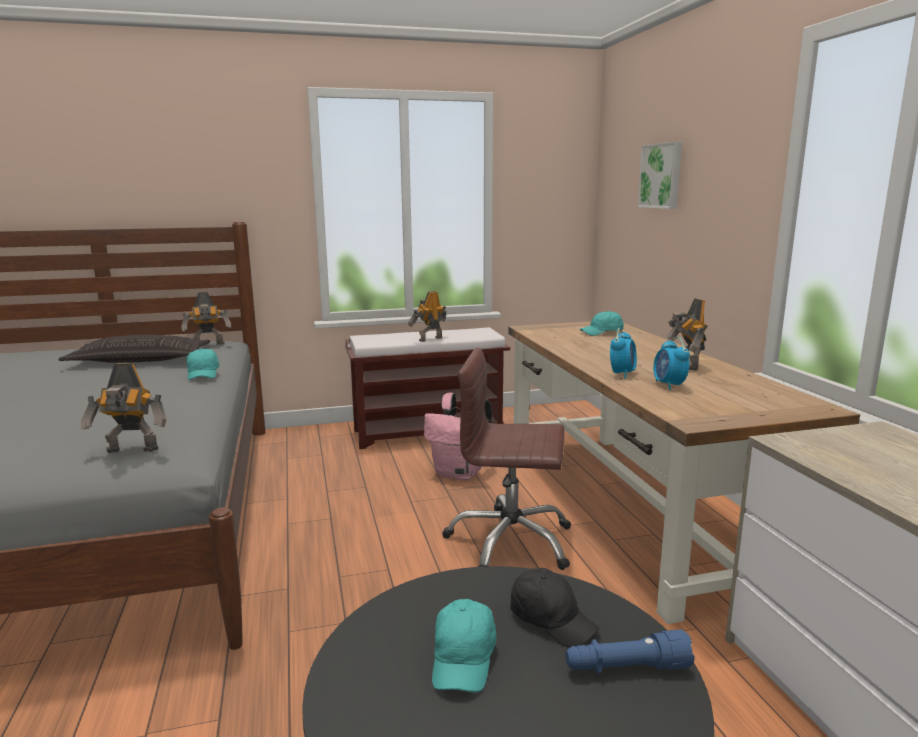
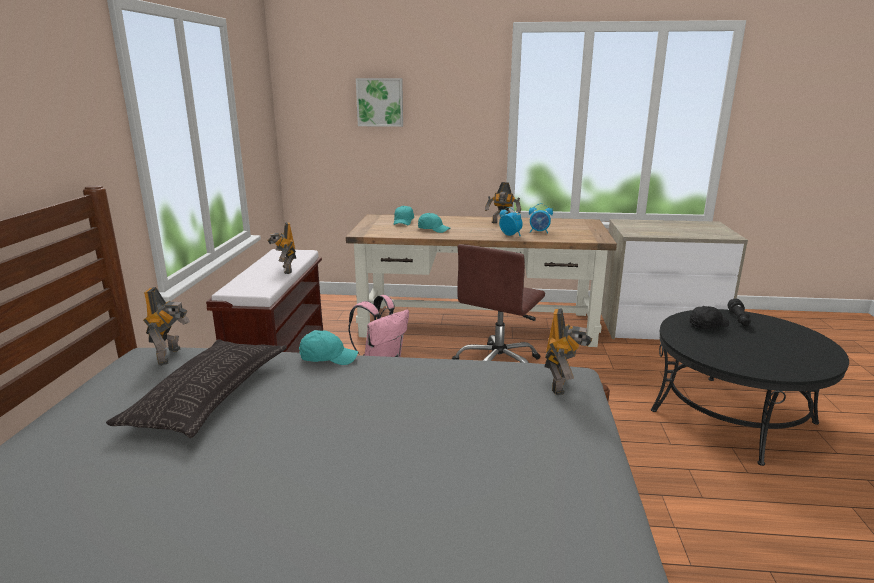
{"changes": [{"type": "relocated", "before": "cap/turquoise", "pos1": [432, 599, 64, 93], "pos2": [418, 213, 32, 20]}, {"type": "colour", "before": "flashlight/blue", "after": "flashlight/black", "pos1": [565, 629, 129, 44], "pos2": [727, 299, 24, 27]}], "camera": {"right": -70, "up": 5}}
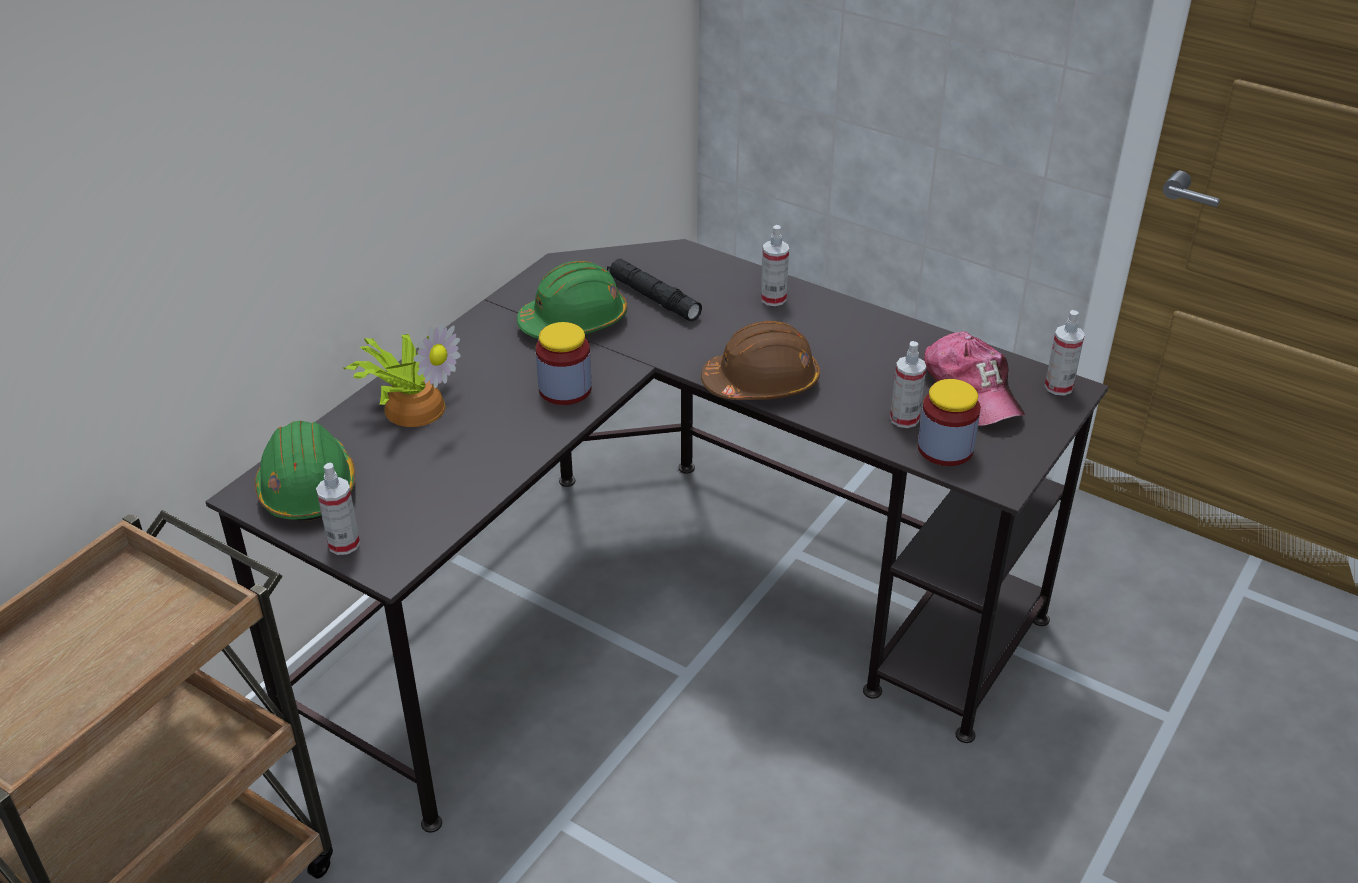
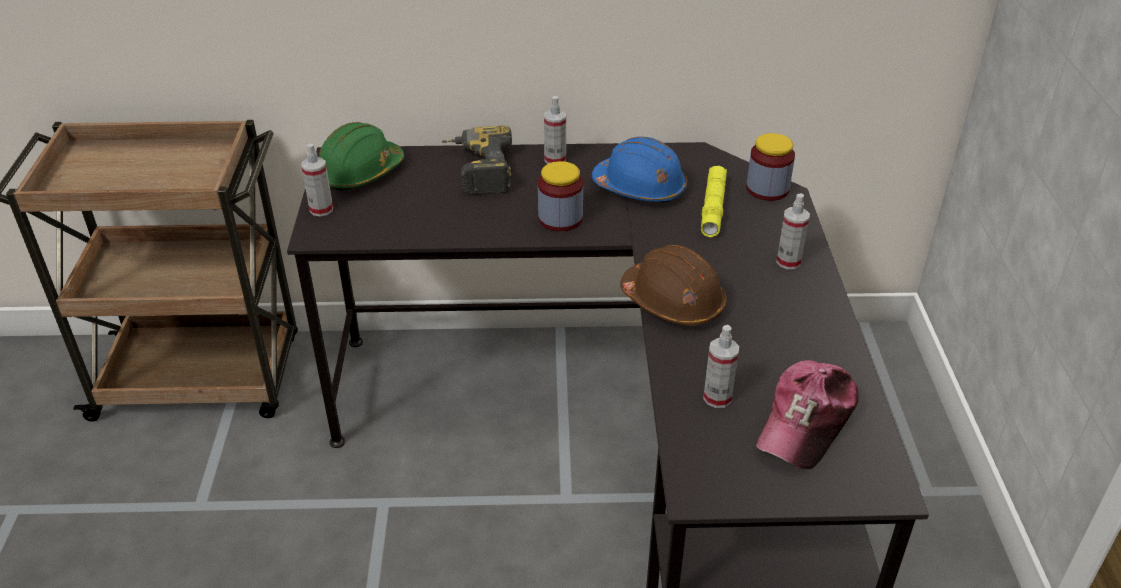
{"changes": [{"type": "exchanged", "before": "potted plant", "after": "power drill", "pos1": [343, 322, 117, 105], "pos2": [441, 126, 71, 69]}, {"type": "relocated", "before": "spray bottle", "pos1": [1045, 310, 40, 86], "pos2": [544, 96, 22, 68]}, {"type": "colour", "before": "hard hat/green", "after": "hard hat/blue", "pos1": [517, 261, 110, 78], "pos2": [592, 137, 95, 66]}, {"type": "colour", "before": "flashlight/black", "after": "flashlight/yellow", "pos1": [607, 259, 95, 62], "pos2": [701, 166, 26, 71]}, {"type": "relocated", "before": "jar", "pos1": [918, 379, 63, 87], "pos2": [746, 133, 49, 68]}], "camera": {"right": 55, "up": 0}}
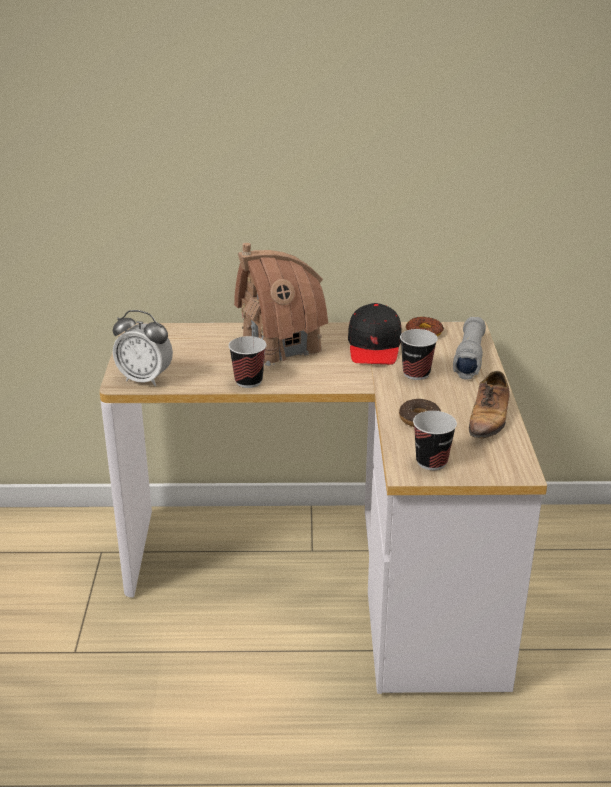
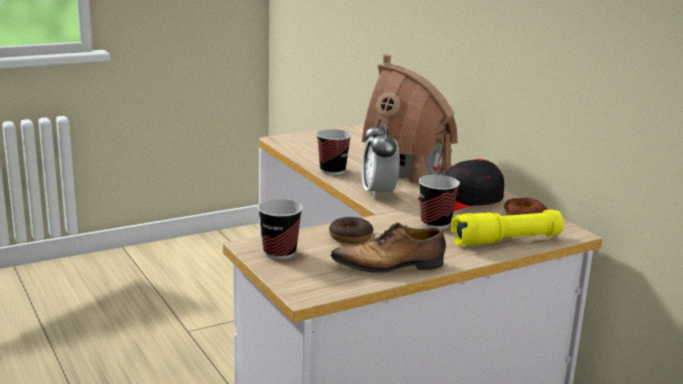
{"changes": [{"type": "relocated", "before": "alarm clock", "pos1": [113, 310, 60, 76], "pos2": [362, 119, 38, 80]}, {"type": "colour", "before": "flashlight/grey", "after": "flashlight/yellow", "pos1": [453, 316, 33, 63], "pos2": [451, 210, 113, 36]}], "camera": {"right": 60, "up": -10}}
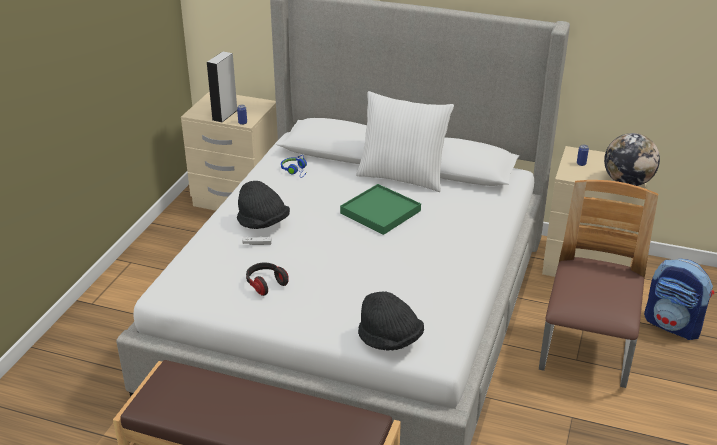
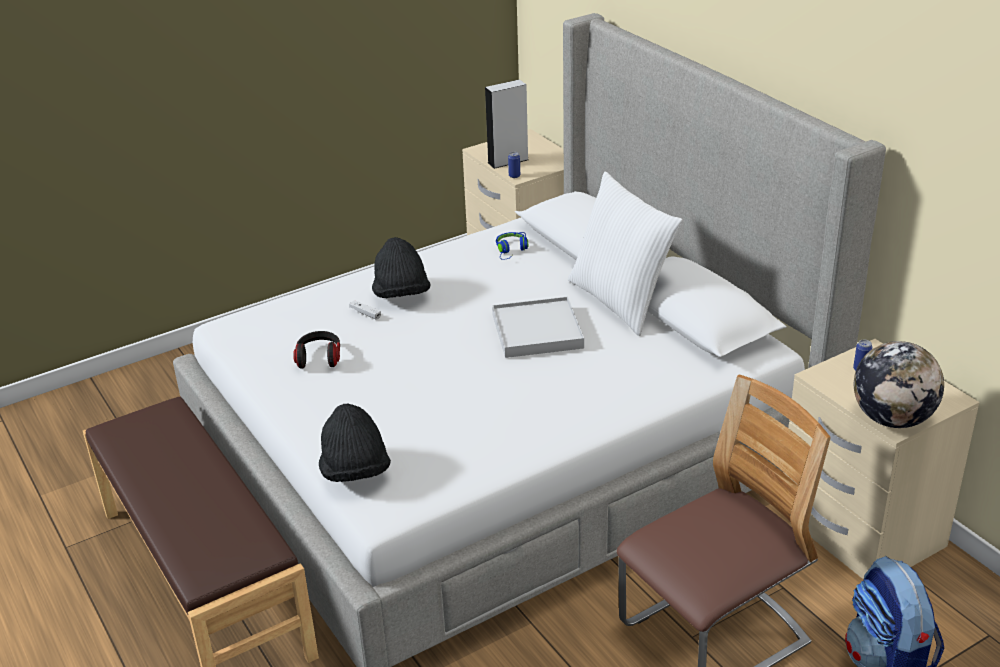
{"changes": [{"type": "colour", "before": "tray/green", "after": "tray/white", "pos1": [340, 184, 81, 51], "pos2": [492, 296, 92, 62]}], "camera": {"right": 40, "up": 0}}
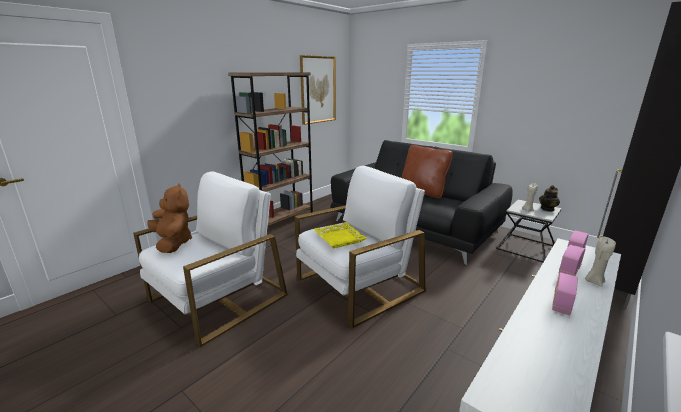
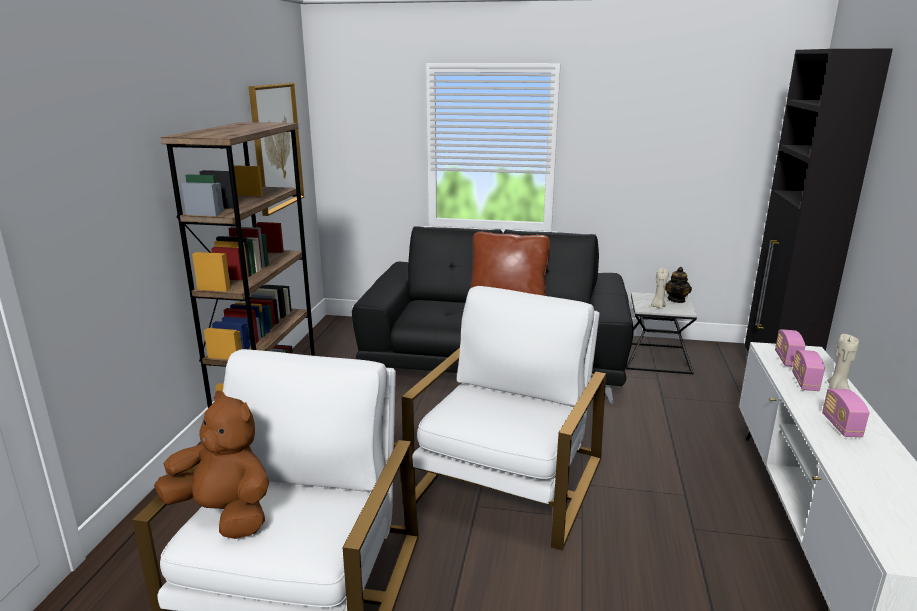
{"changes": [{"type": "missing", "before": "tray/yellow", "pos1": [314, 222, 52, 27]}], "camera": {"right": -30, "up": 0}}
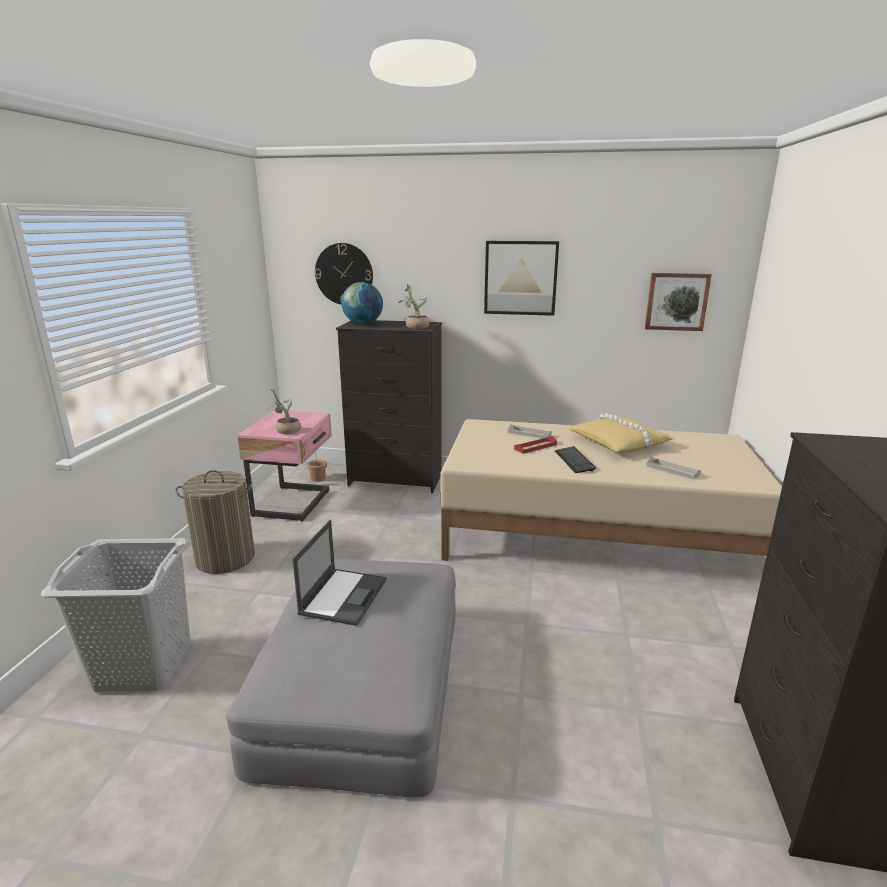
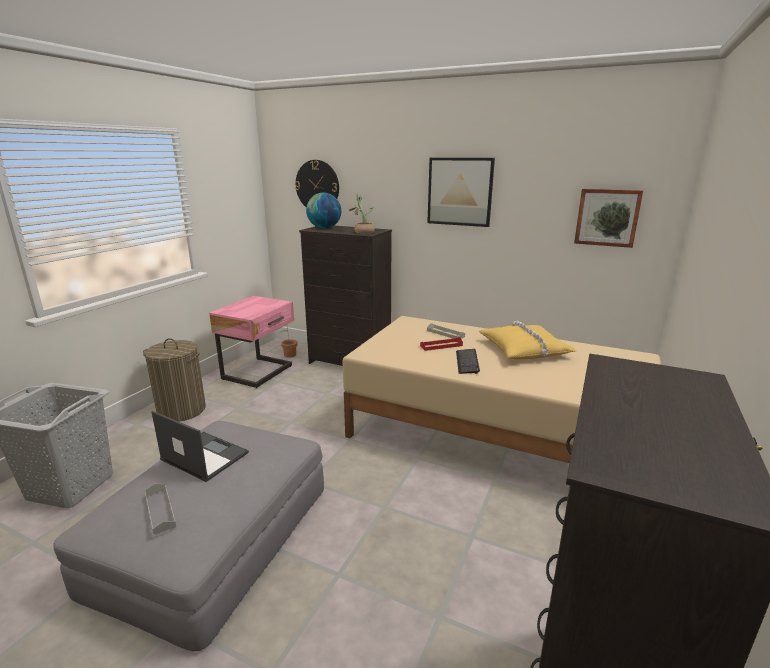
{"changes": [{"type": "relocated", "before": "tray/grey", "pos1": [647, 457, 54, 23], "pos2": [145, 484, 31, 51]}, {"type": "spun", "before": "laptop", "pos1": [292, 520, 94, 106], "pos2": [152, 411, 97, 71], "turn": -90}, {"type": "missing", "before": "potted plant", "pos1": [267, 389, 34, 45]}], "camera": {"right": 15, "up": 0}}
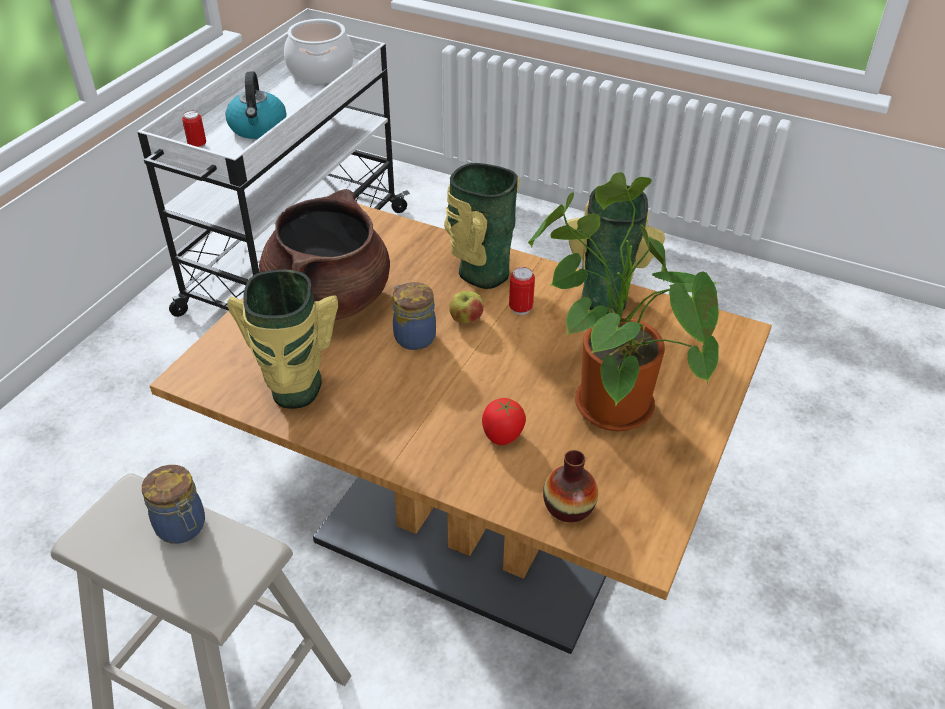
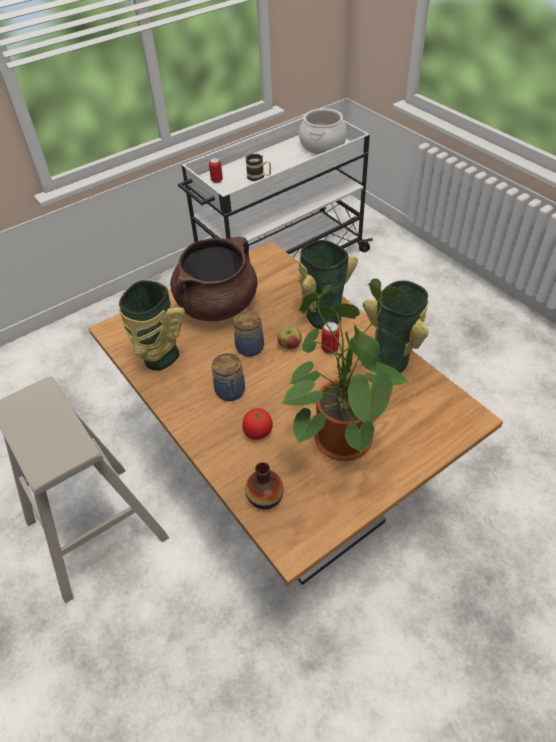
{"changes": [{"type": "relocated", "before": "jar", "pos1": [142, 465, 63, 79], "pos2": [212, 353, 33, 48]}, {"type": "exchanged", "before": "kettle", "after": "mug", "pos1": [225, 71, 61, 68], "pos2": [246, 154, 25, 27]}], "camera": {"right": 30, "up": 5}}
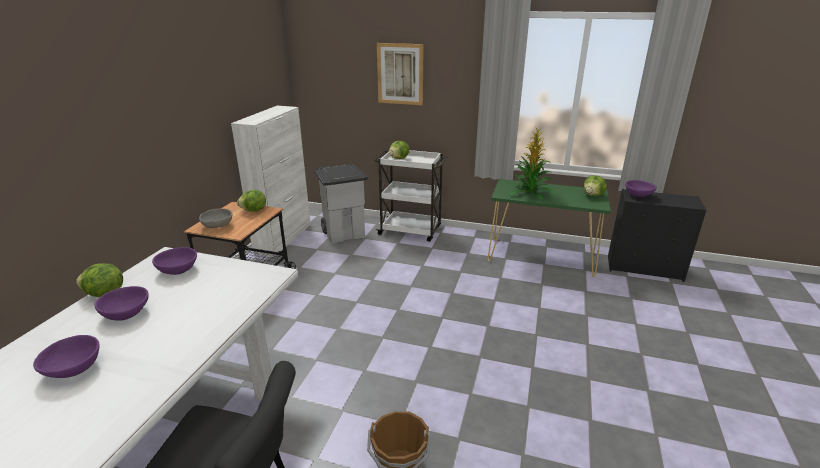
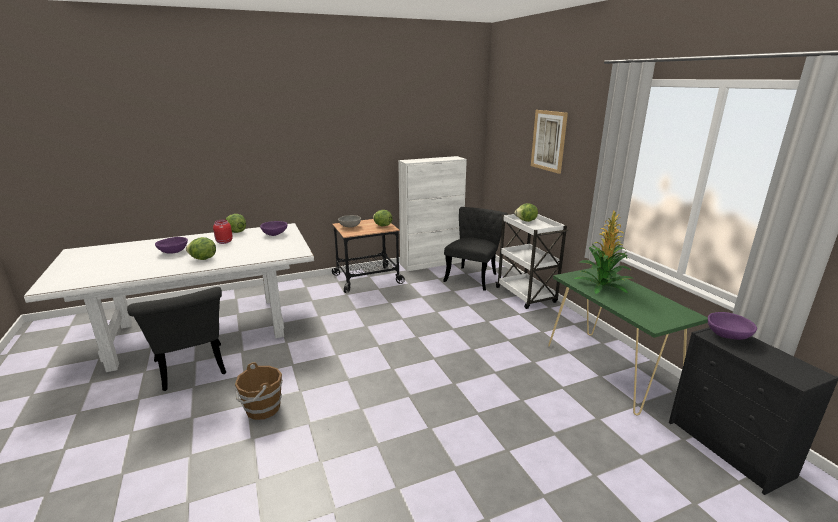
{"changes": [{"type": "relocated", "before": "lettuce", "pos1": [583, 175, 24, 21], "pos2": [186, 237, 30, 23]}, {"type": "exchanged", "before": "bowl/purple", "after": "jar/red", "pos1": [95, 286, 54, 35], "pos2": [213, 219, 20, 25]}, {"type": "exchanged", "before": "trash can/grey", "after": "chair/black", "pos1": [314, 164, 54, 79], "pos2": [443, 207, 65, 84]}], "camera": {"right": 50, "up": -5}}
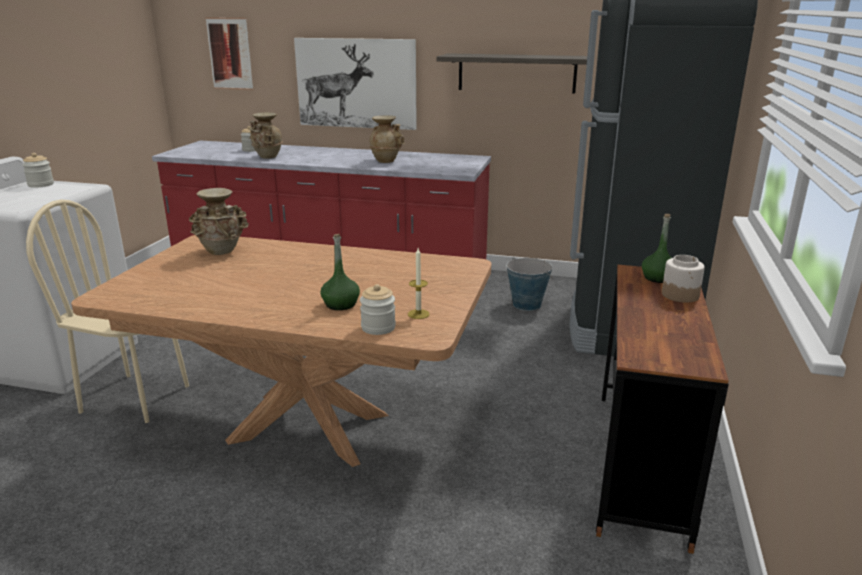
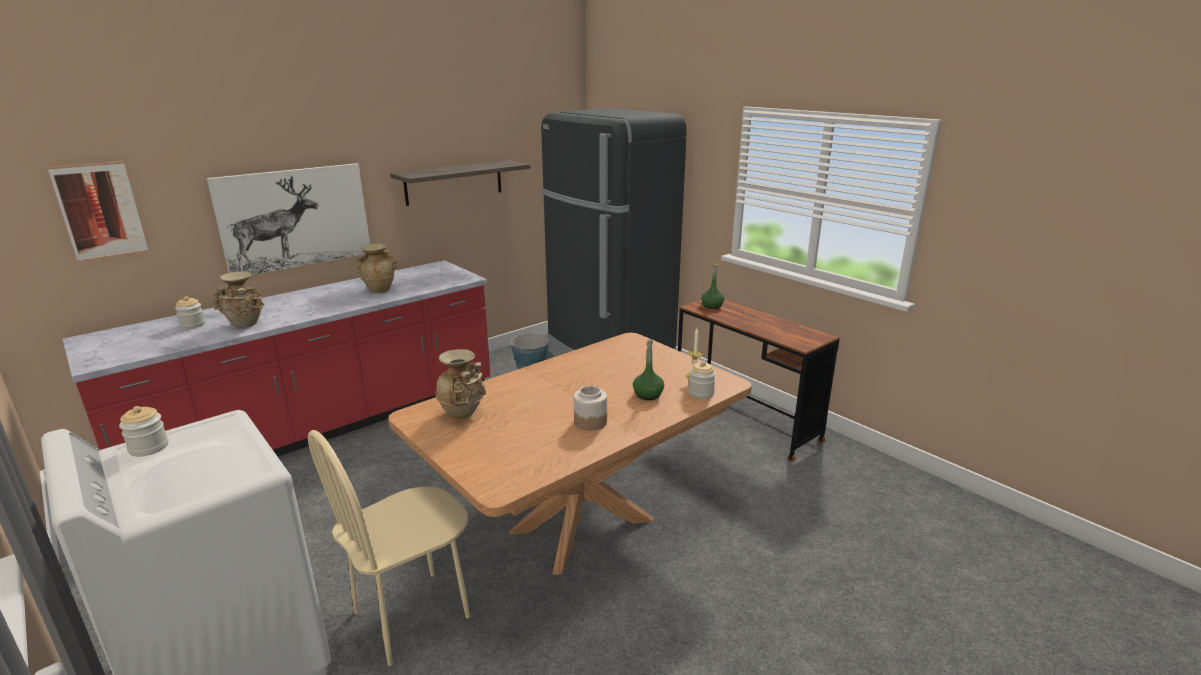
{"changes": [{"type": "relocated", "before": "jar", "pos1": [662, 255, 43, 48], "pos2": [574, 386, 33, 45]}], "camera": {"right": -55, "up": 0}}
